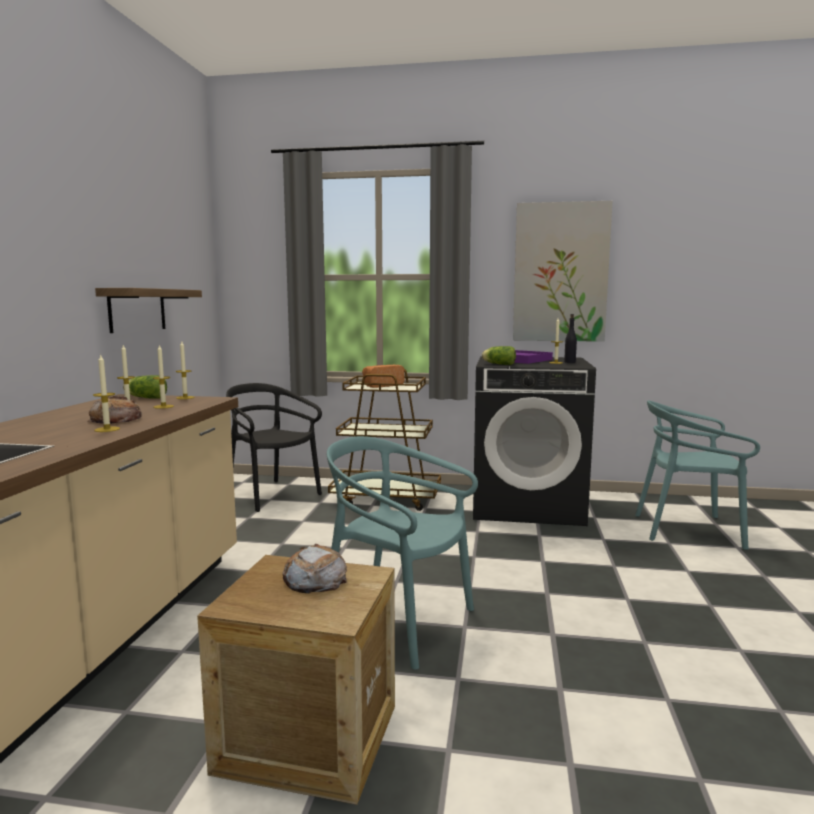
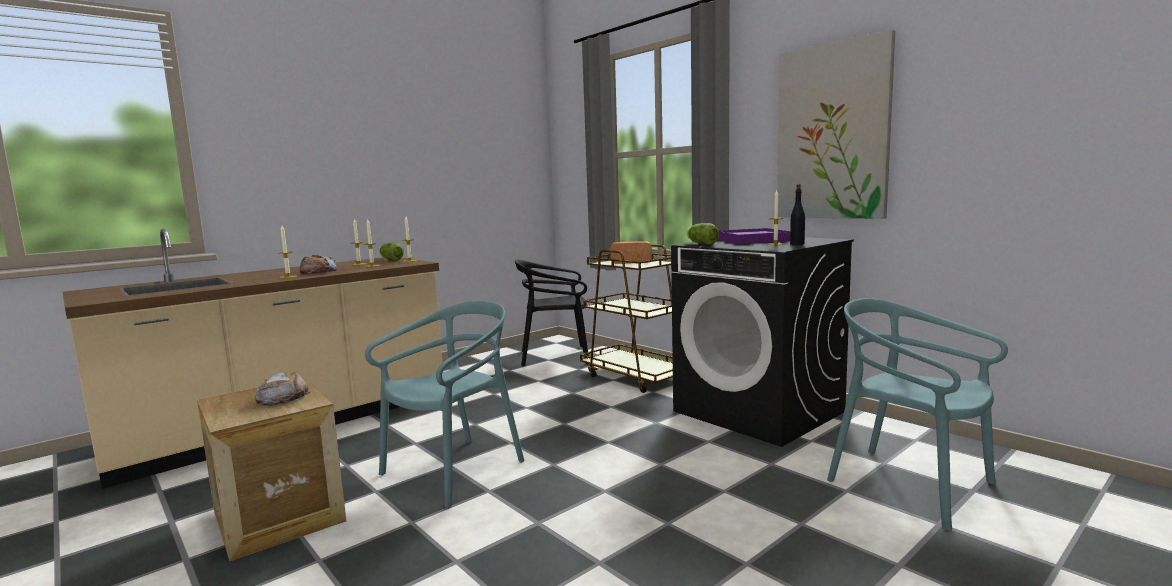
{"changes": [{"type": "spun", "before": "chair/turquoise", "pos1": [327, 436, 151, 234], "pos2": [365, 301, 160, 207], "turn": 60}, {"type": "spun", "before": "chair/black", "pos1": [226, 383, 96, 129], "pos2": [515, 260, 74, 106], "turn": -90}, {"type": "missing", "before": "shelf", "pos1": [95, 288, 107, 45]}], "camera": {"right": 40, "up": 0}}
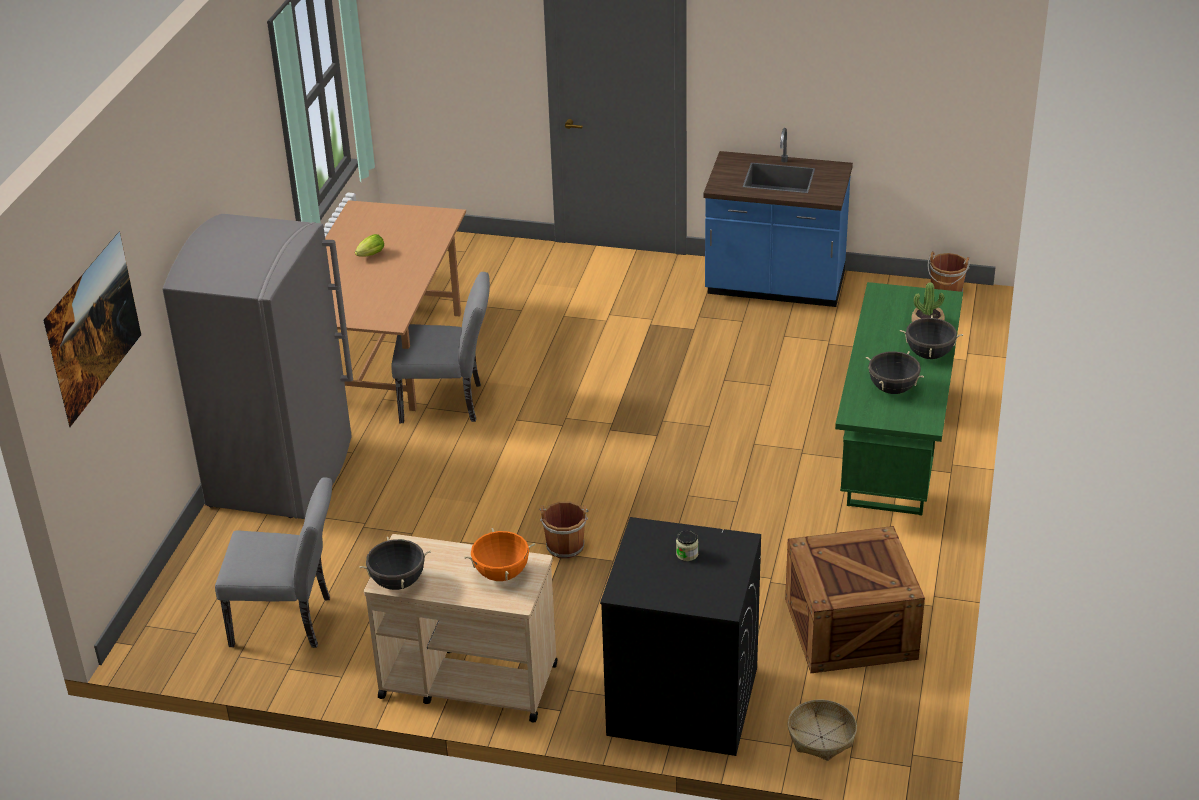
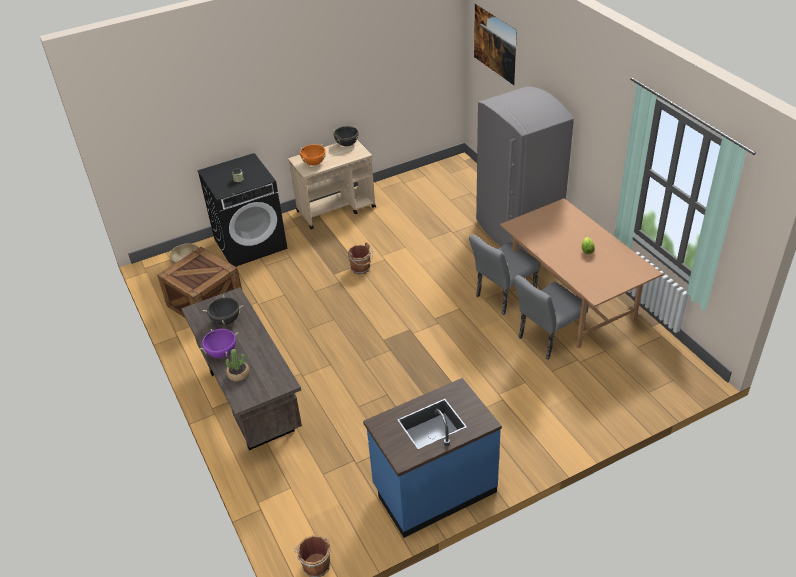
{"changes": [{"type": "colour", "before": "desk/green", "after": "desk/brown", "pos1": [835, 282, 128, 233], "pos2": [181, 287, 121, 163]}, {"type": "colour", "before": "cooking pot/black", "after": "cooking pot/purple", "pos1": [900, 315, 63, 44], "pos2": [200, 329, 38, 29]}, {"type": "relocated", "before": "chair/grey", "pos1": [215, 477, 117, 171], "pos2": [514, 275, 75, 85]}], "camera": {"right": 140, "up": 5}}
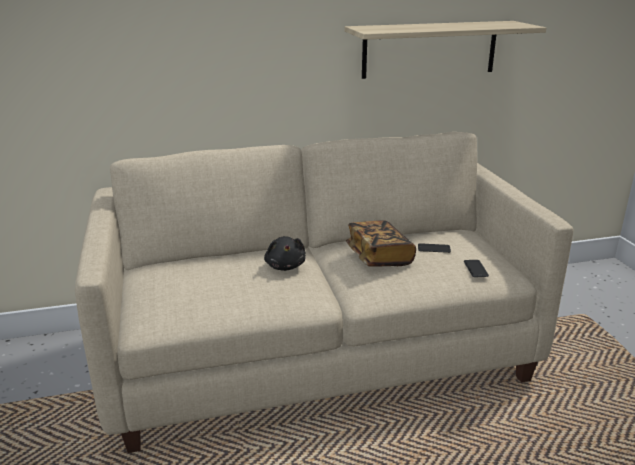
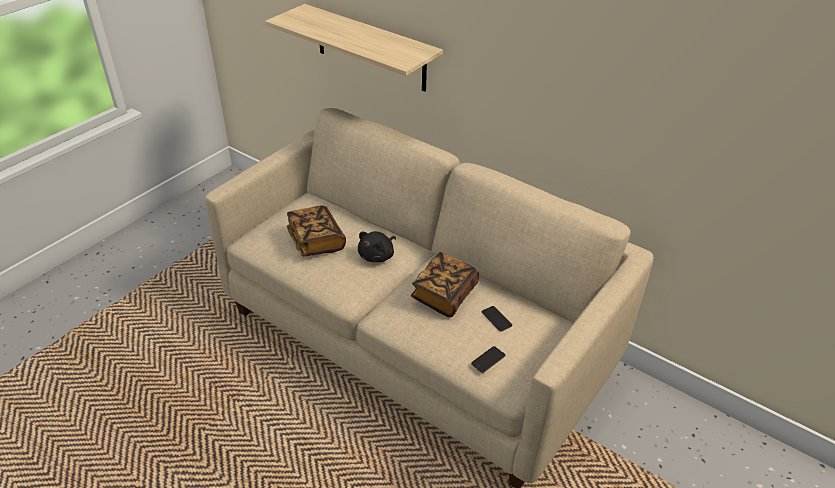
{"changes": [{"type": "relocated", "before": "shelf", "pos1": [344, 21, 202, 58], "pos2": [265, 4, 178, 88]}, {"type": "appeared", "after": "book", "pos2": [287, 205, 59, 51]}], "camera": {"right": 50, "up": 15}}
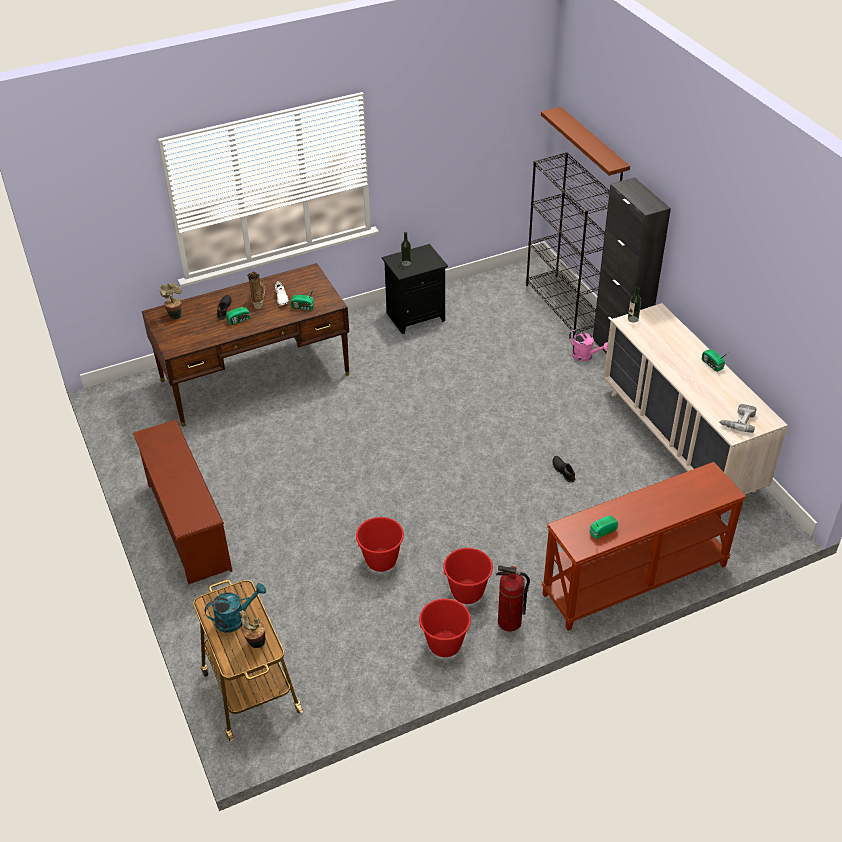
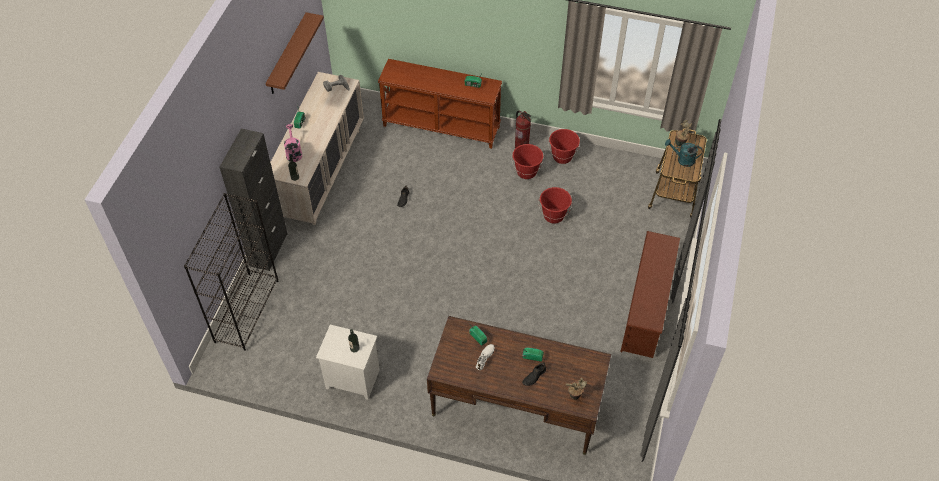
{"changes": [{"type": "relocated", "before": "shelf/brown", "pos1": [541, 107, 89, 74], "pos2": [266, 12, 58, 82]}, {"type": "relocated", "before": "watering can/pink", "pos1": [569, 329, 39, 32], "pos2": [284, 124, 18, 38]}, {"type": "colour", "before": "nightstand/black", "after": "nightstand/white", "pos1": [382, 244, 66, 90], "pos2": [316, 325, 64, 75]}, {"type": "missing", "before": "boot", "pos1": [247, 272, 19, 37]}], "camera": {"right": -140, "up": 10}}
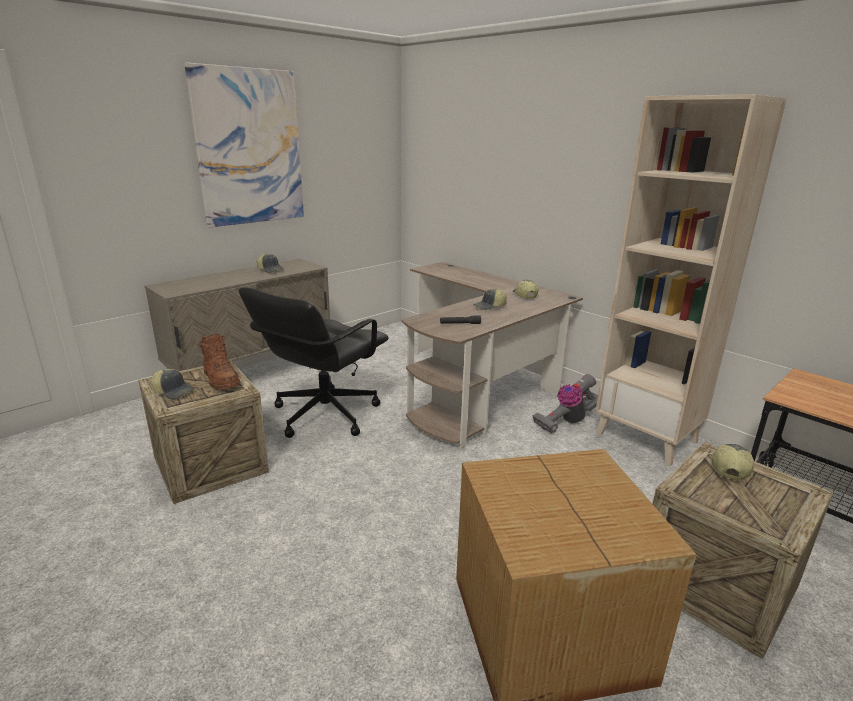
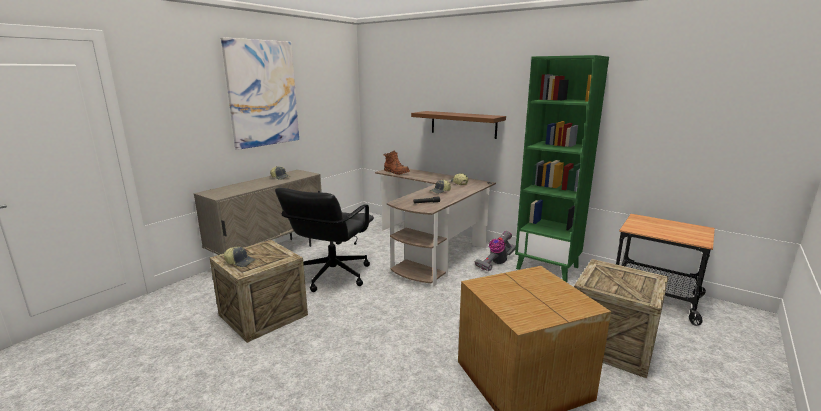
{"changes": [{"type": "relocated", "before": "boot/brown", "pos1": [199, 334, 42, 56], "pos2": [383, 151, 27, 24]}, {"type": "appeared", "after": "shelf/brown", "pos2": [411, 111, 95, 28]}, {"type": "colour", "before": "bookcase/beige", "after": "bookcase/green", "pos1": [596, 94, 191, 372], "pos2": [515, 55, 94, 227]}, {"type": "missing", "before": "cap", "pos1": [711, 444, 43, 36]}], "camera": {"right": -10, "up": -5}}
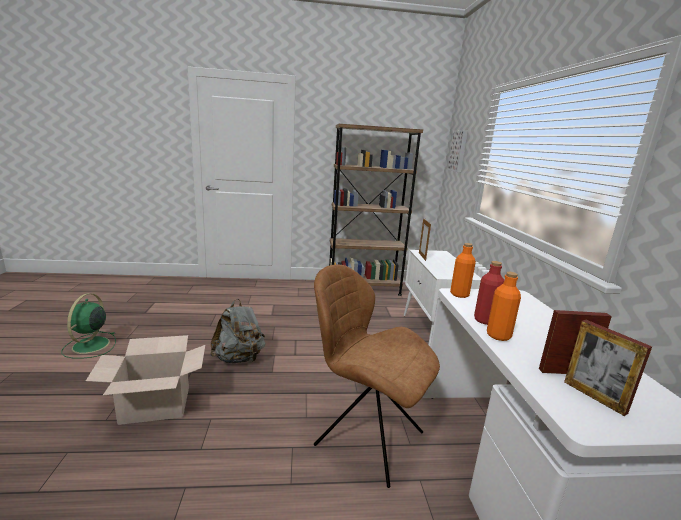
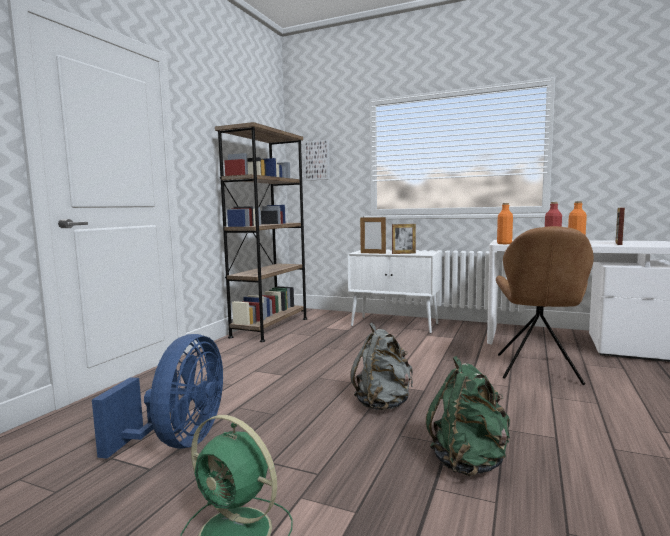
{"changes": [{"type": "appeared", "after": "fan/blue", "pos2": [92, 334, 131, 125]}, {"type": "relocated", "before": "picture frame", "pos1": [564, 320, 88, 96], "pos2": [392, 224, 24, 30]}, {"type": "exchanged", "before": "cardboard box", "after": "backpack/green", "pos1": [86, 335, 119, 90], "pos2": [426, 356, 84, 120]}, {"type": "spun", "before": "chair/brown", "pos1": [314, 265, 126, 223], "pos2": [496, 226, 98, 159], "turn": -45}], "camera": {"right": -60, "up": -10}}
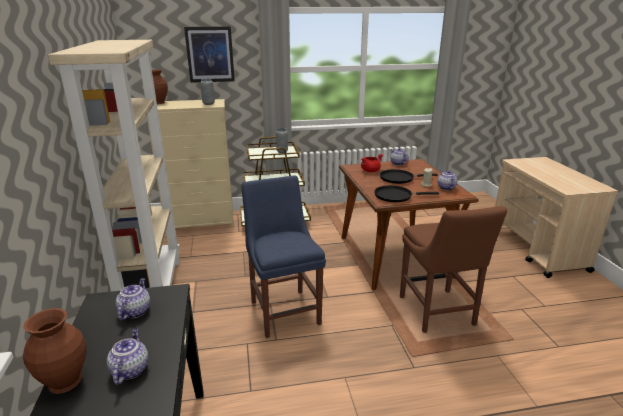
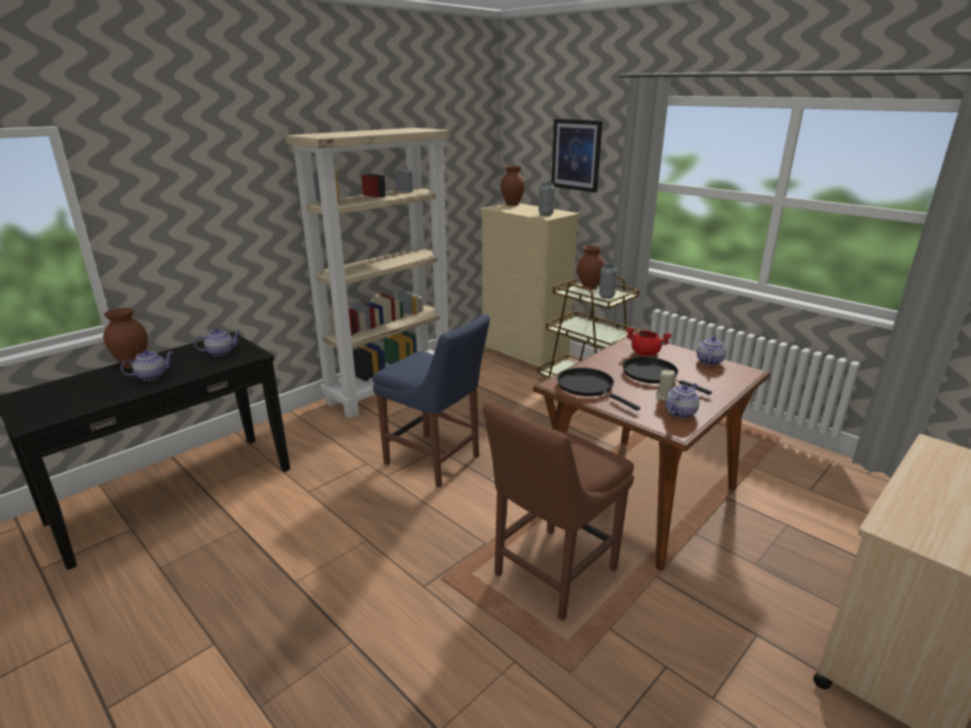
{"changes": [{"type": "spun", "before": "chair/blue", "pos1": [242, 175, 84, 163], "pos2": [373, 314, 117, 174], "turn": 90}, {"type": "appeared", "after": "vase/brown", "pos2": [577, 246, 28, 44]}], "camera": {"right": 55, "up": 0}}
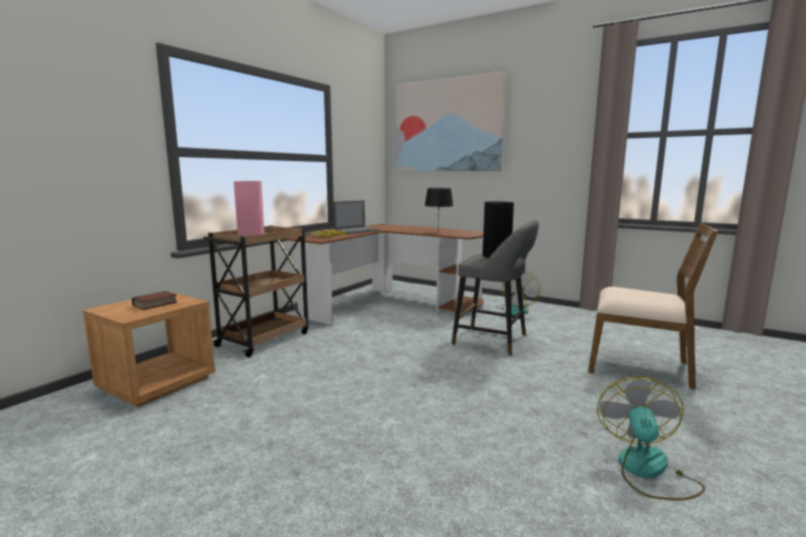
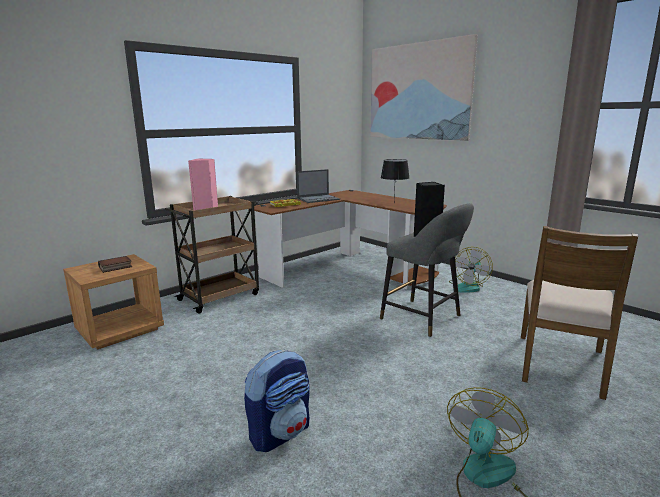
{"changes": [{"type": "appeared", "after": "backpack", "pos2": [244, 350, 66, 102]}, {"type": "spun", "before": "chair/brown", "pos1": [588, 223, 130, 166], "pos2": [521, 226, 117, 174], "turn": 75}], "camera": {"right": 15, "up": 5}}
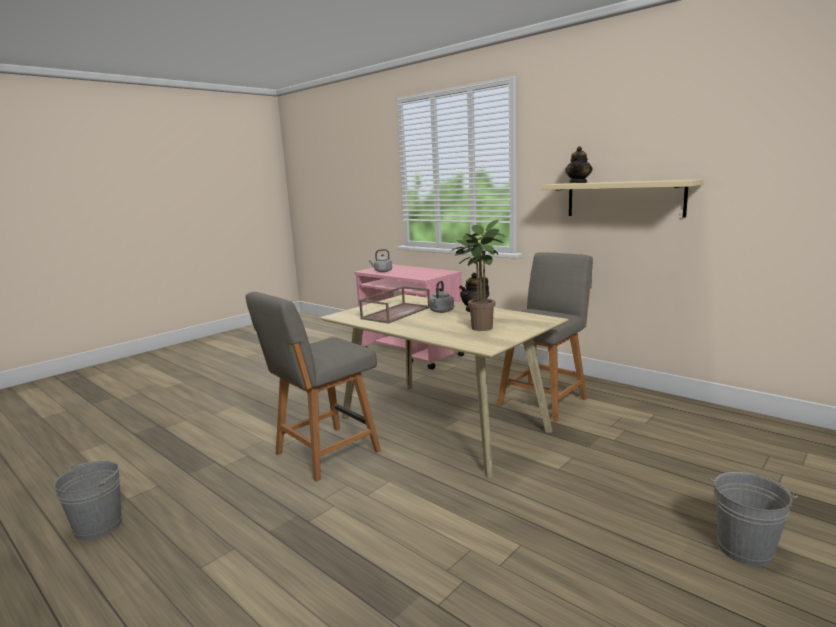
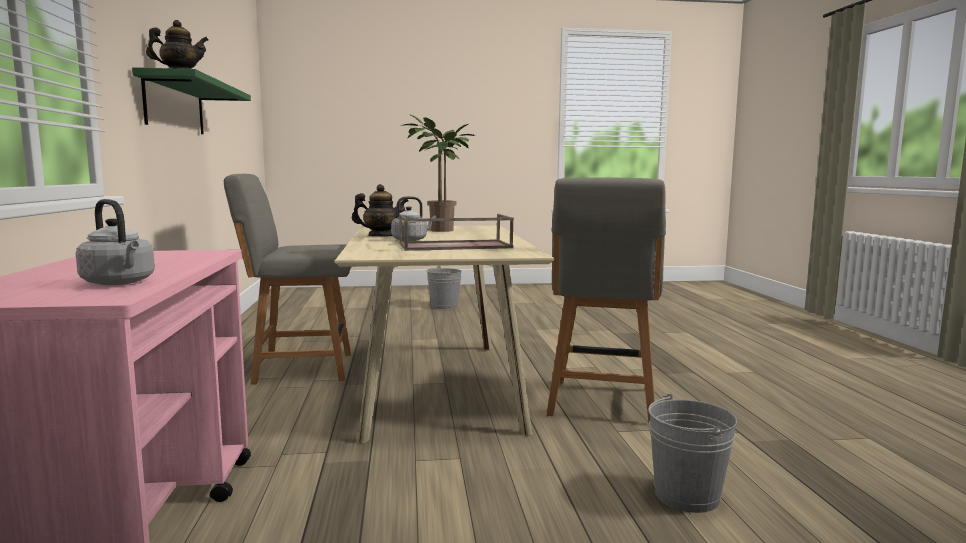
{"changes": [{"type": "colour", "before": "shelf/beige", "after": "shelf/green", "pos1": [541, 179, 163, 39], "pos2": [132, 67, 119, 67]}, {"type": "spun", "before": "chair/grey", "pos1": [245, 292, 136, 190], "pos2": [546, 177, 120, 247], "turn": 105}, {"type": "relocated", "before": "bucket/grey", "pos1": [54, 460, 68, 80], "pos2": [648, 393, 89, 120]}], "camera": {"right": -140, "up": -5}}
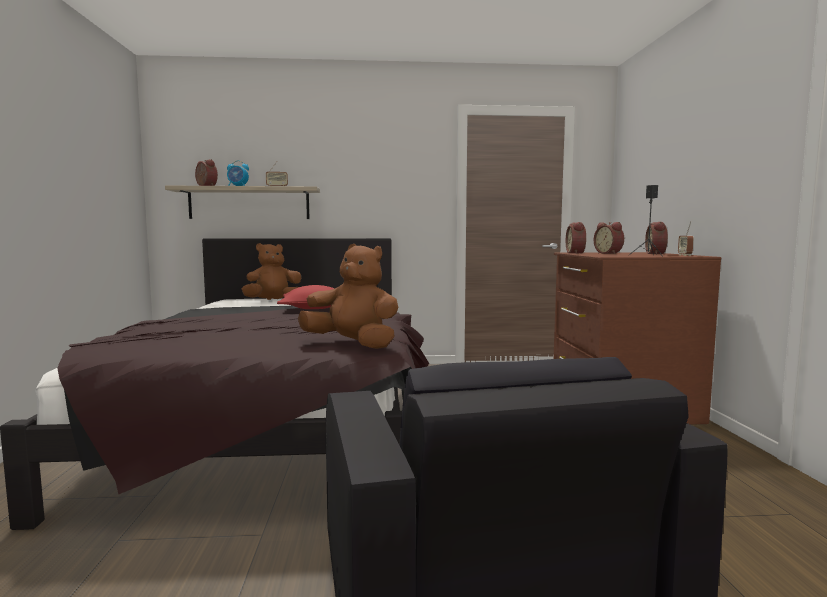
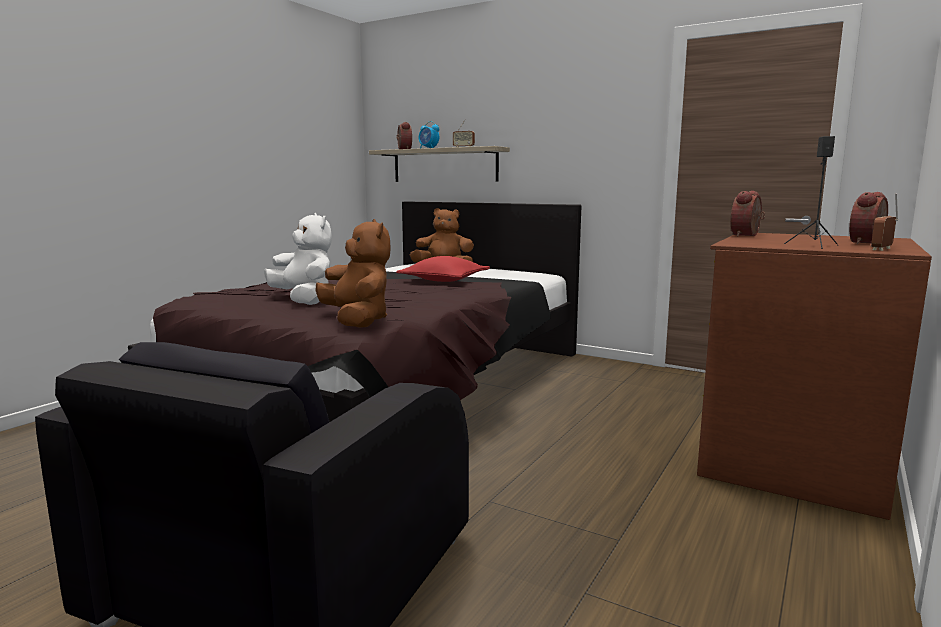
{"changes": [{"type": "appeared", "after": "plush toy/white", "pos2": [264, 213, 68, 92]}, {"type": "missing", "before": "alarm clock", "pos1": [594, 222, 30, 32]}], "camera": {"right": 35, "up": 5}}
